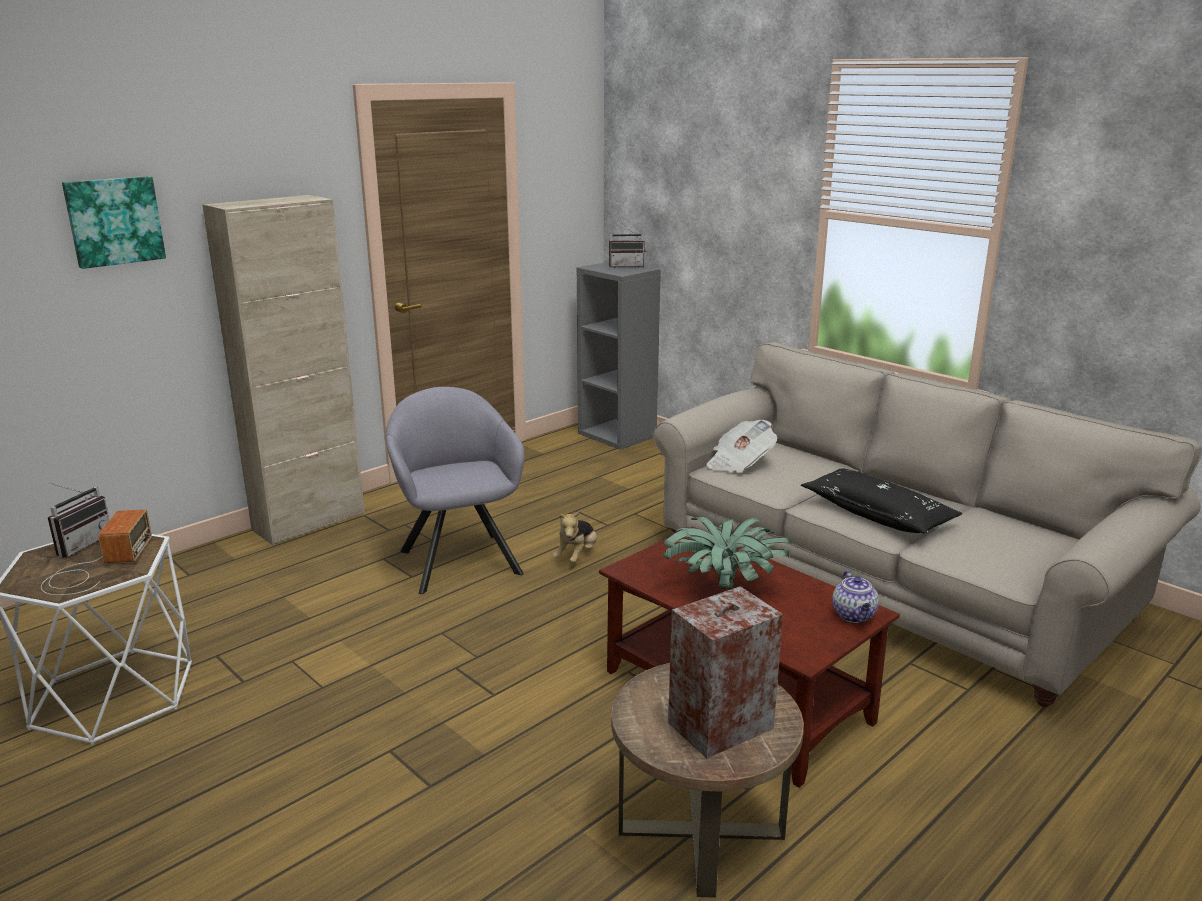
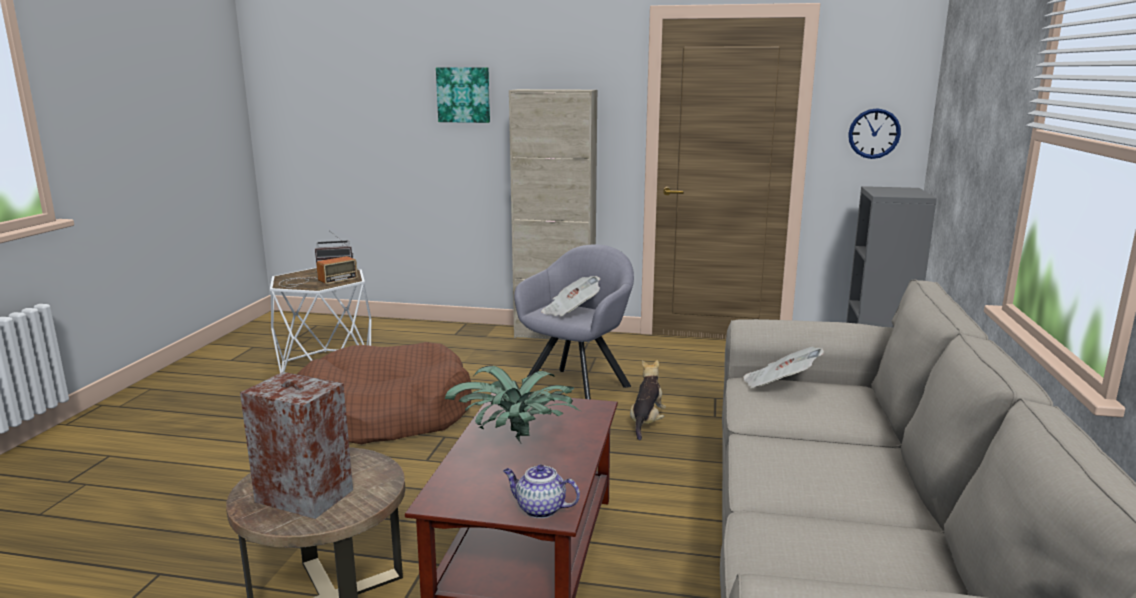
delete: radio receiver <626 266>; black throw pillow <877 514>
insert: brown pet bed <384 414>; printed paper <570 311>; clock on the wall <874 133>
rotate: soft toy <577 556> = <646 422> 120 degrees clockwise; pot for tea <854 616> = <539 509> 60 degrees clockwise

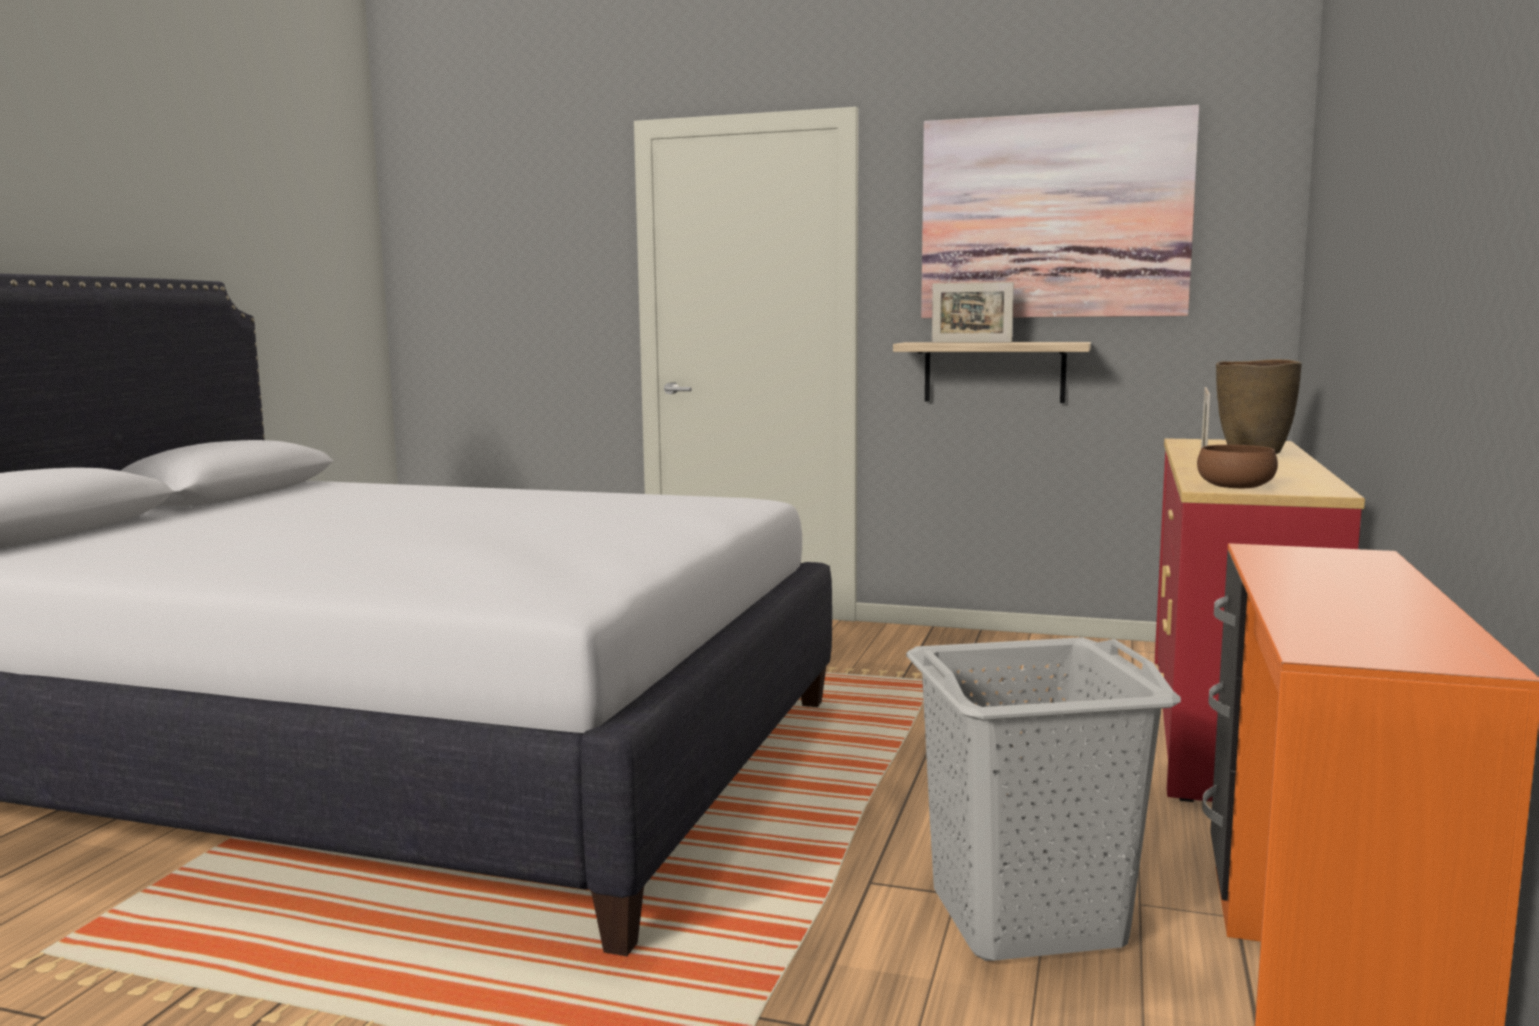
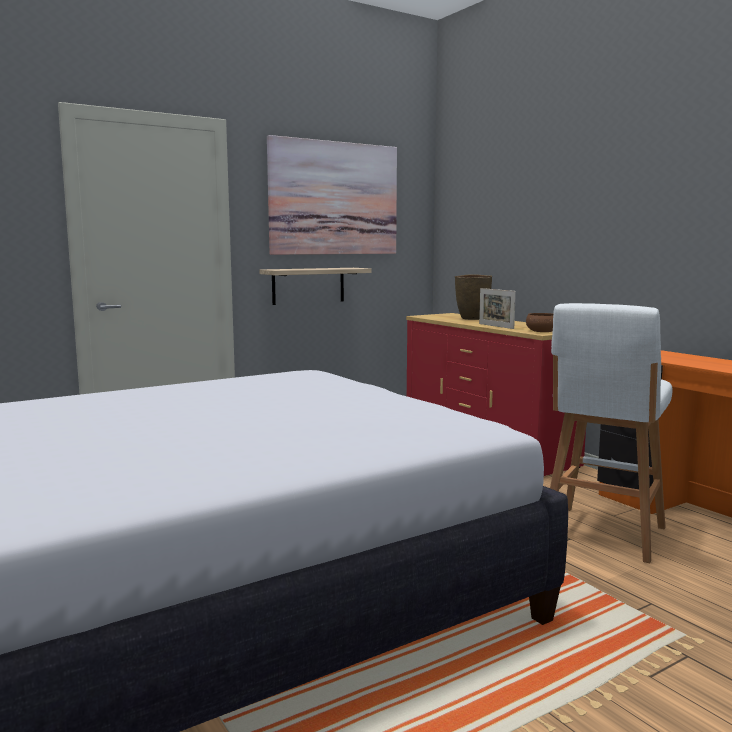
delete: standing frame <971 342>
replace: greyish laundry basket <1024 916> to white-coloured stool <602 535>

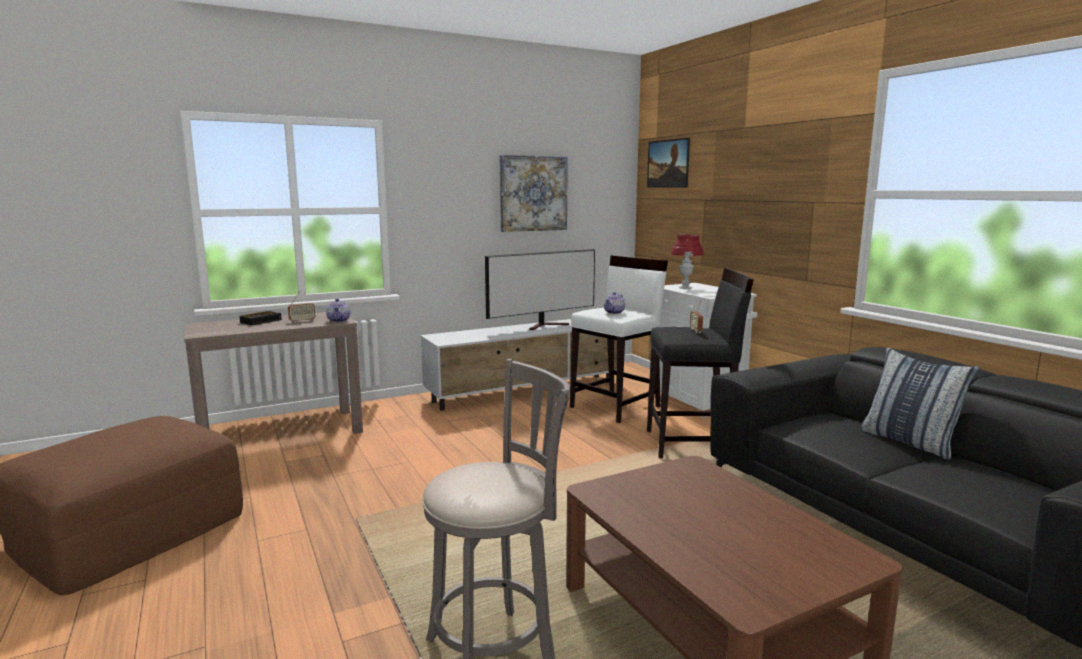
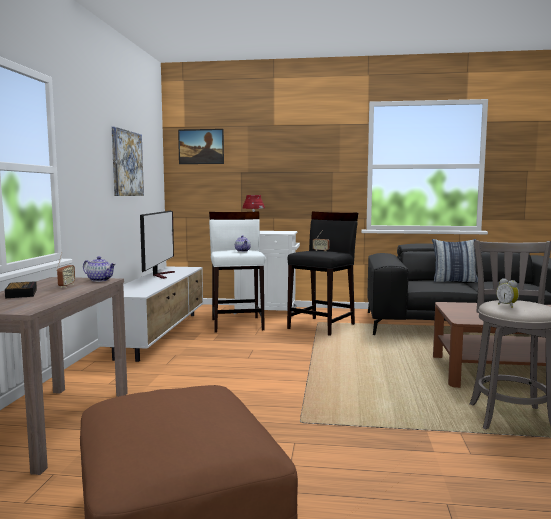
insert: alarm clock <507 306>

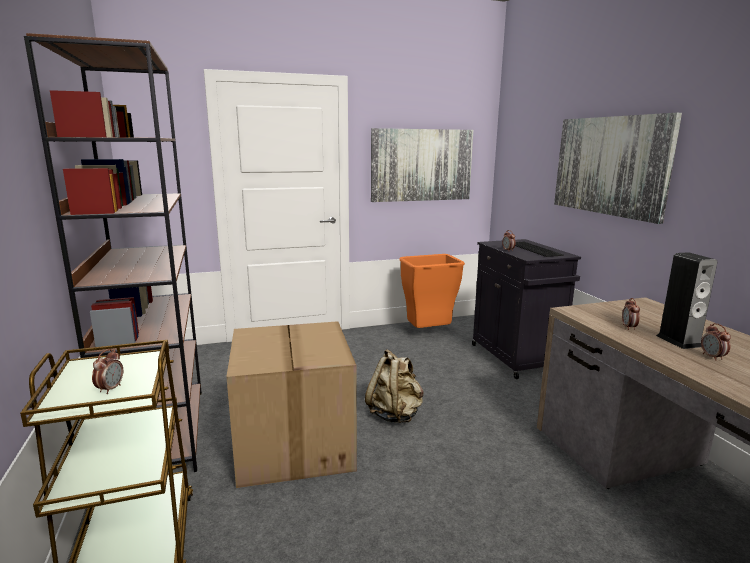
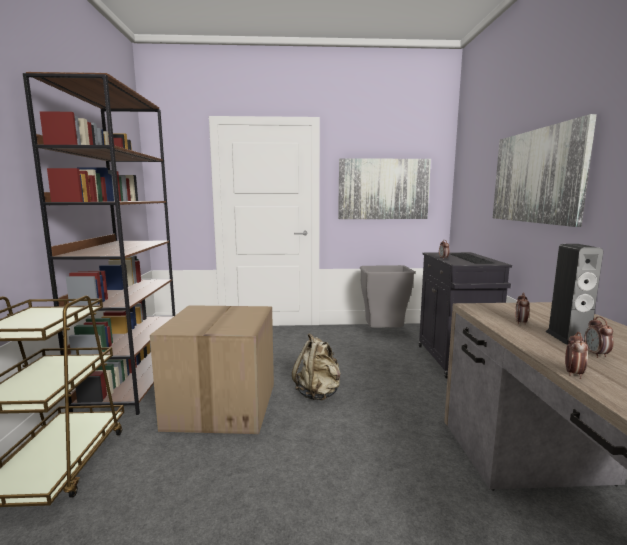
move: alarm clock <110 389> to <573 374>
recolor: orange-coloured trash can <428 333> to greyish trash can <384 333>

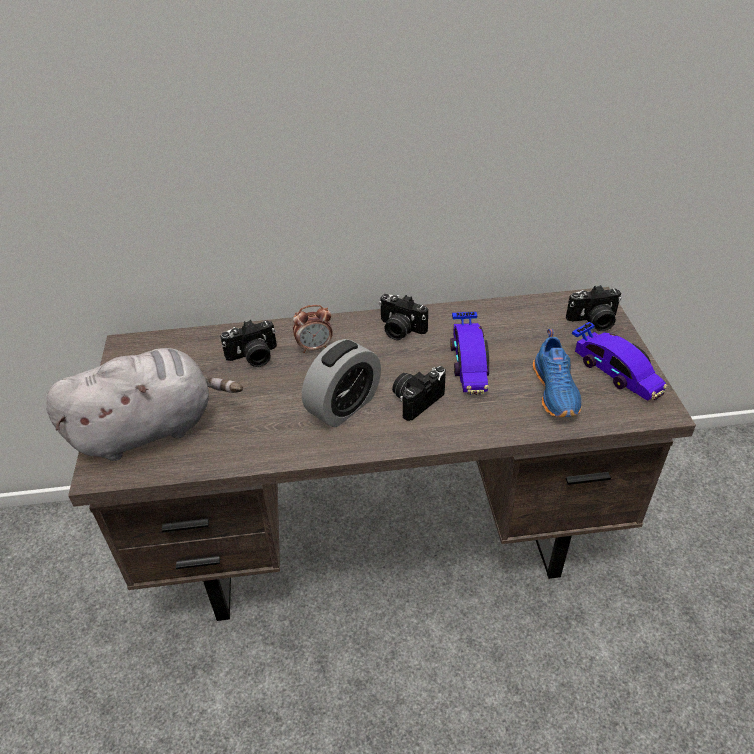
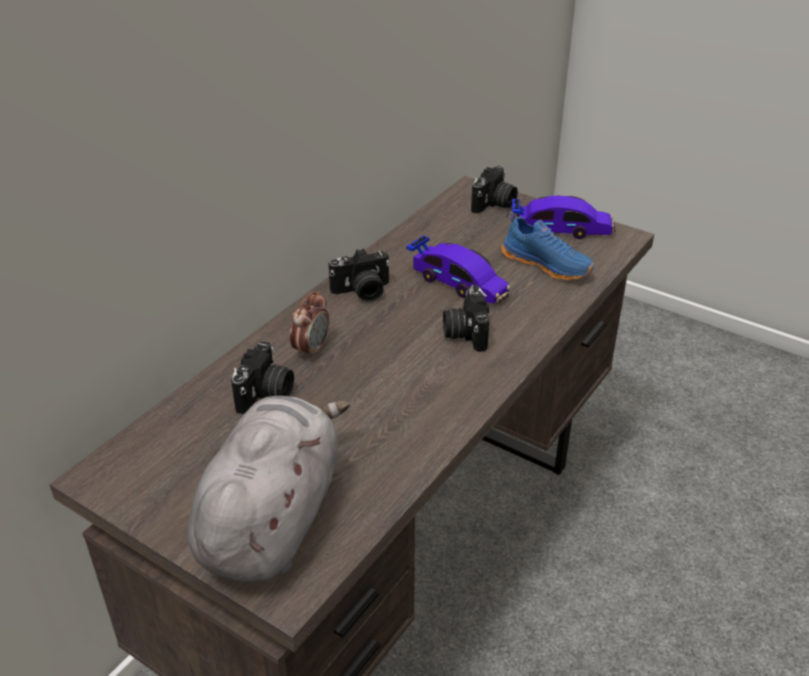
delete: alarm clock <344 406>

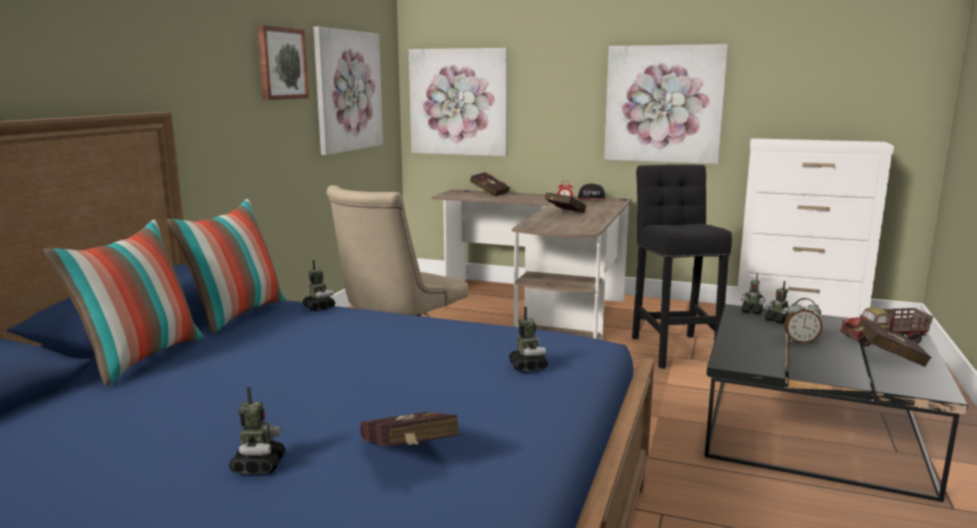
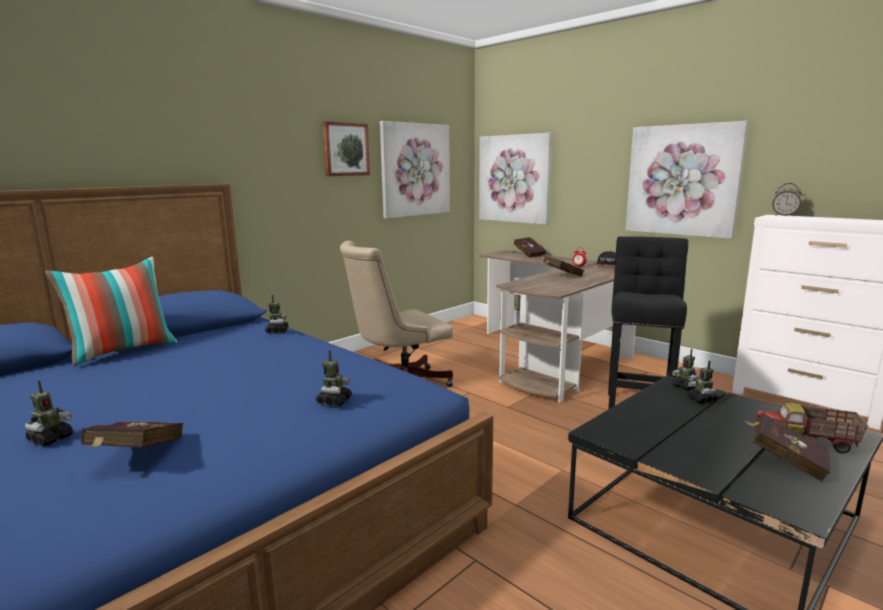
delete: throw pillow <237 315>
move: alarm clock <800 341> to <784 215>

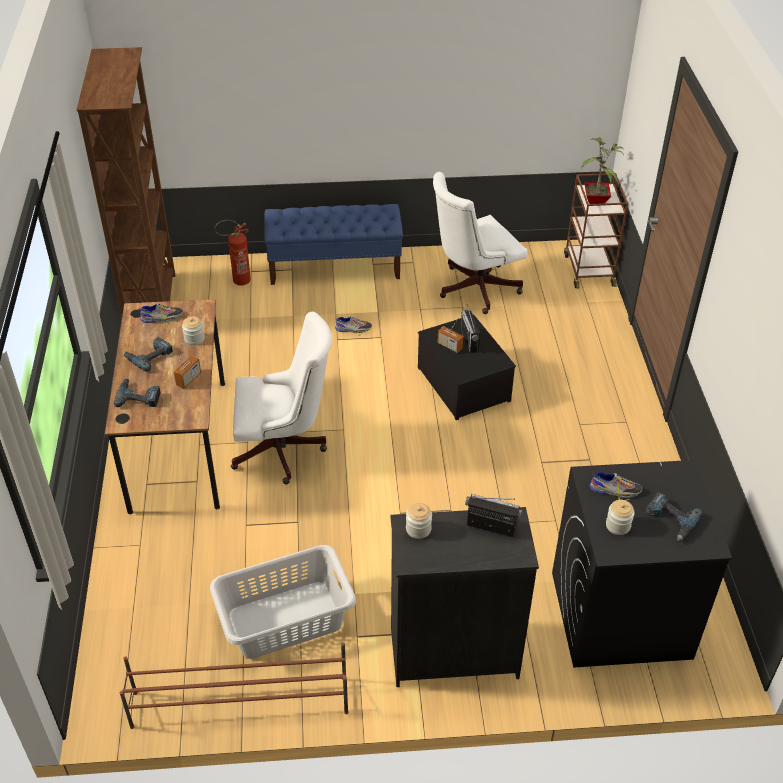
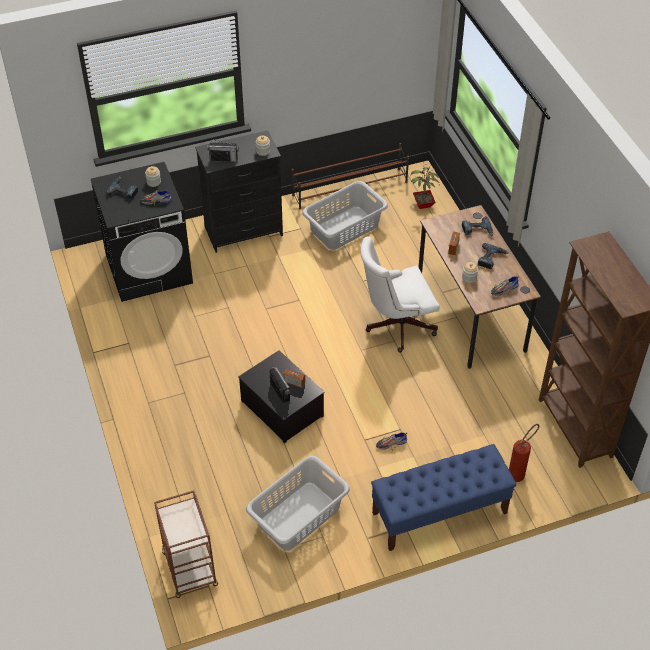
move: plant in a pot <597 200> to <422 205>
replace: white-coloured office chair <473 288> to greyish laundry basket <299 516>

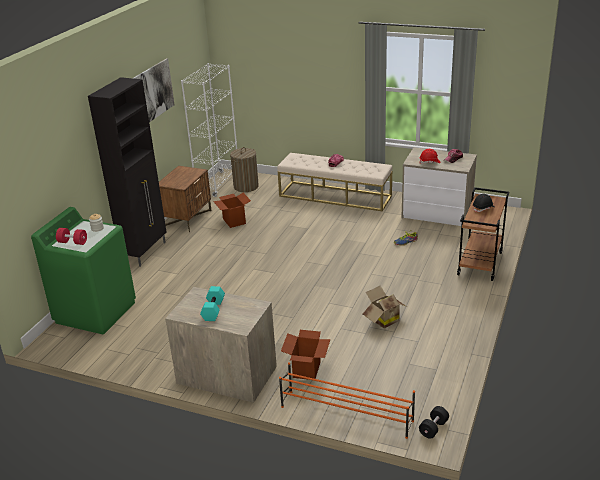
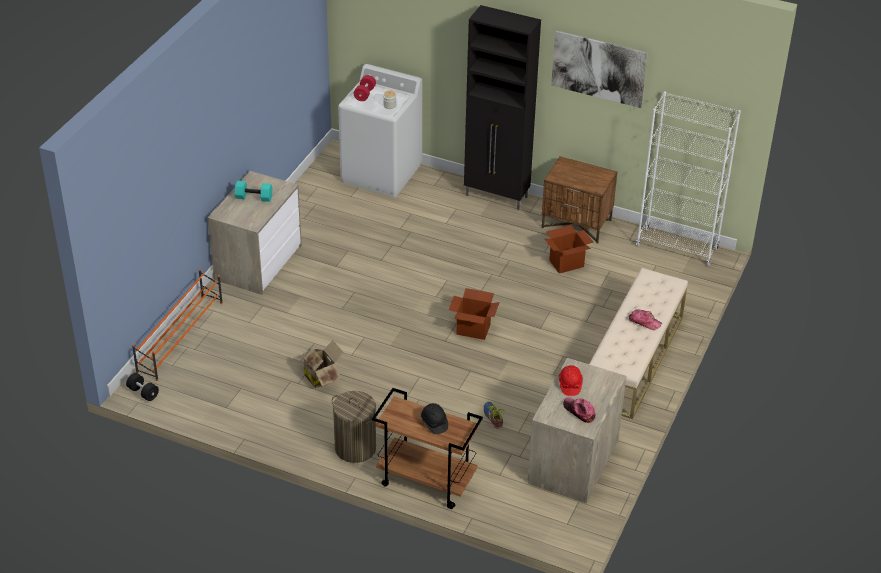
move: laundry basket <246 186> to <355 448>; carton <306 369> to <473 329>
recolor: green laundry machine <96 312> to white-coloured laundry machine <382 174>

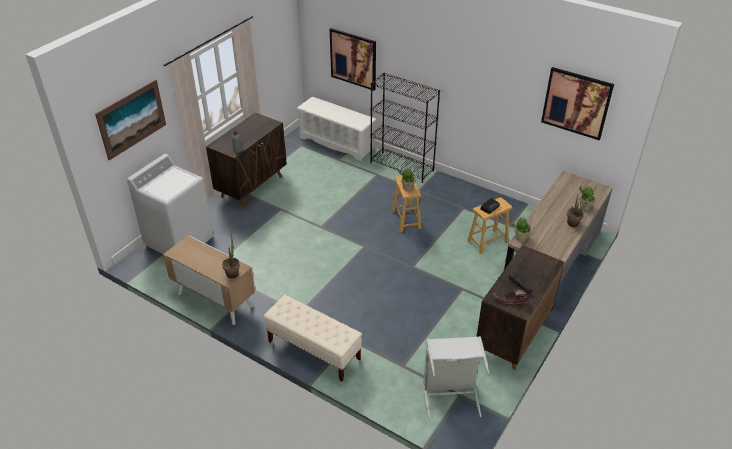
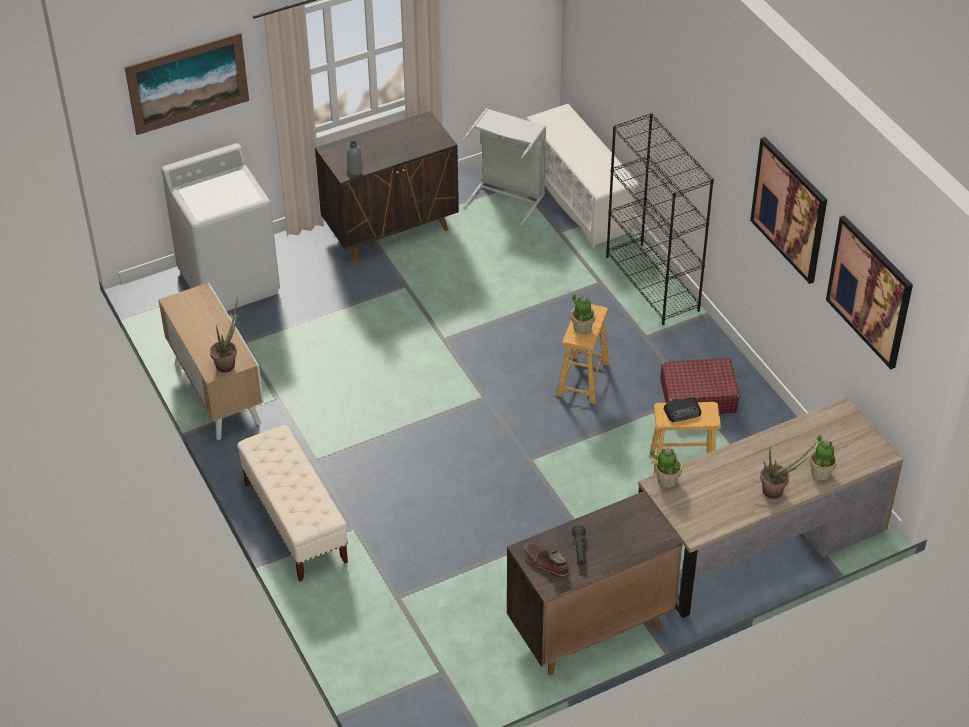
insert: reddish suitcase <698 396>
move: picture <353 59> to <789 209>; greyish laundry basket <450 395> to <507 196>

